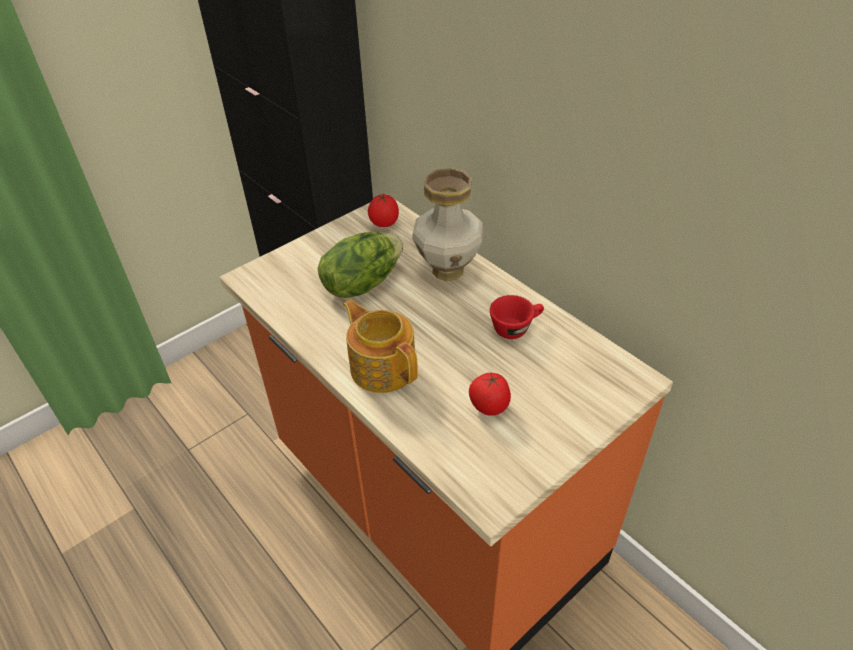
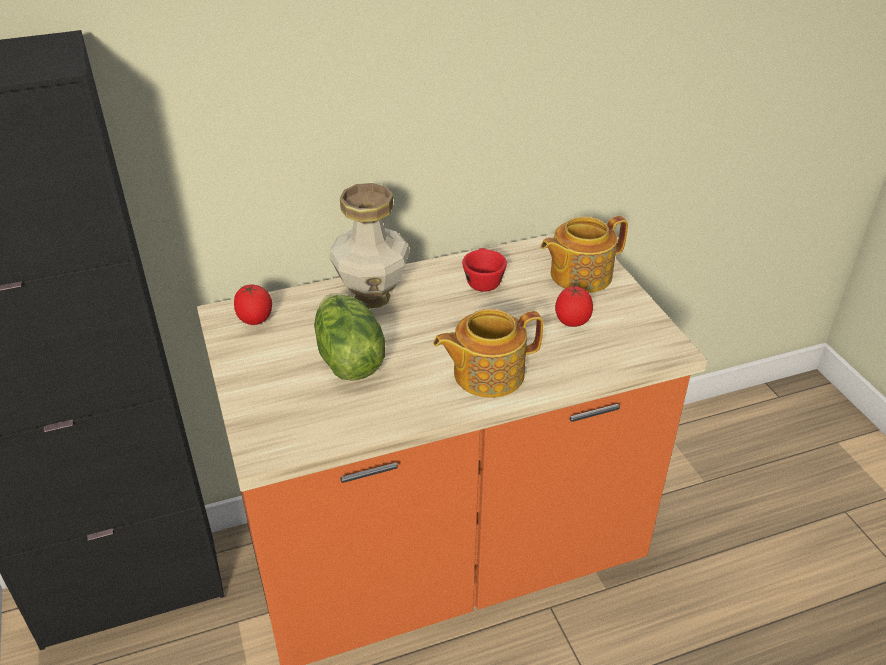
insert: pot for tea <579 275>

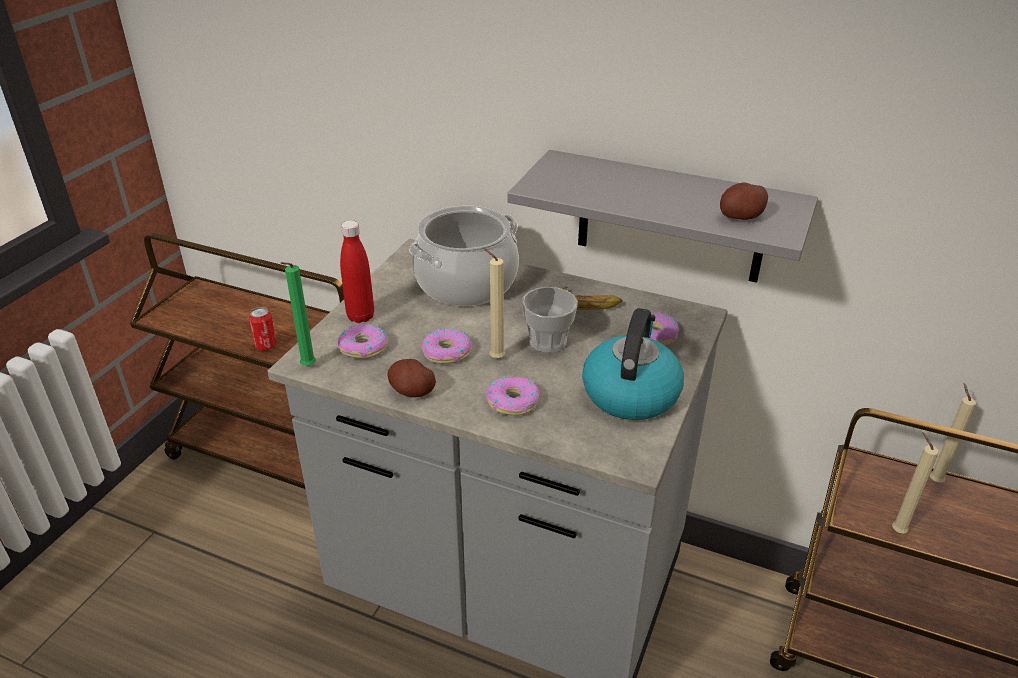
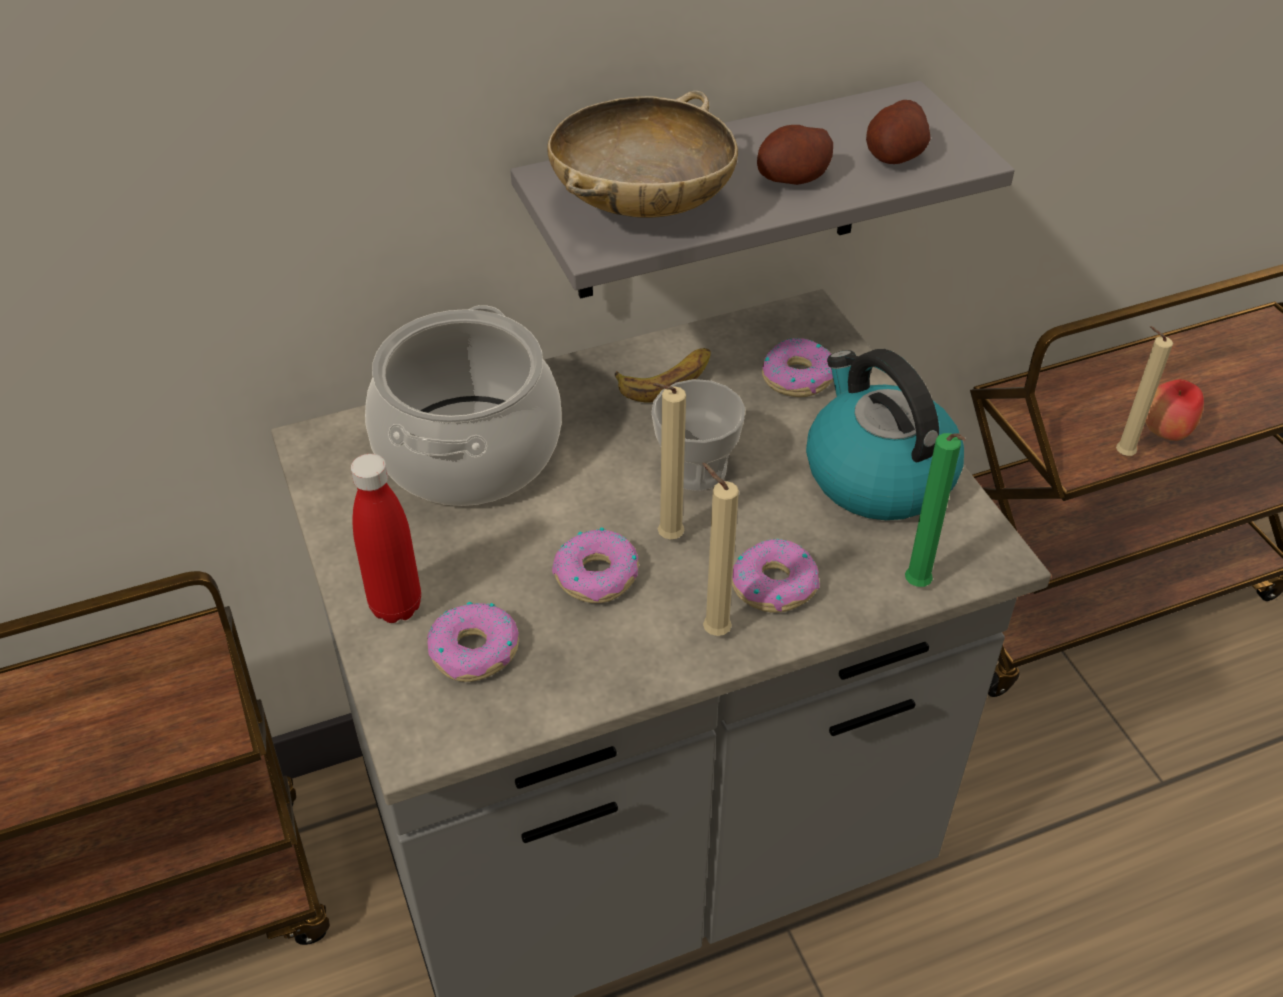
delete: sealed can <266 346>
insert: sand-coloured serving bowl <641 204>; apple fruit <1165 433>
move: green wax light <306 367> to <918 587>; potato <412 391> to <793 178>; sand-coloured wax light <933 479> to <712 630>

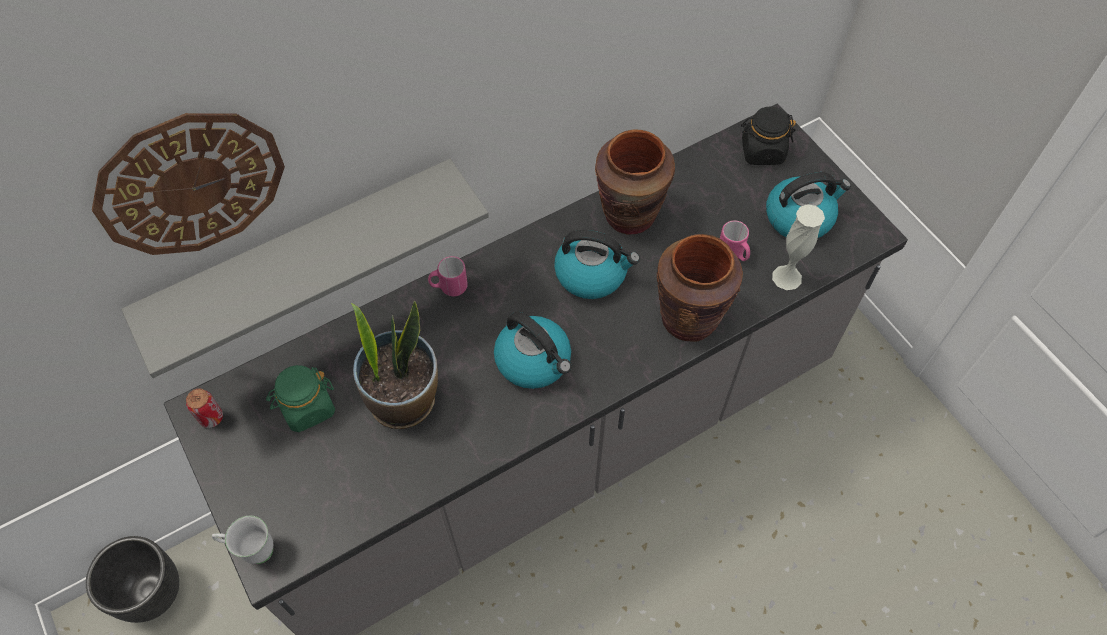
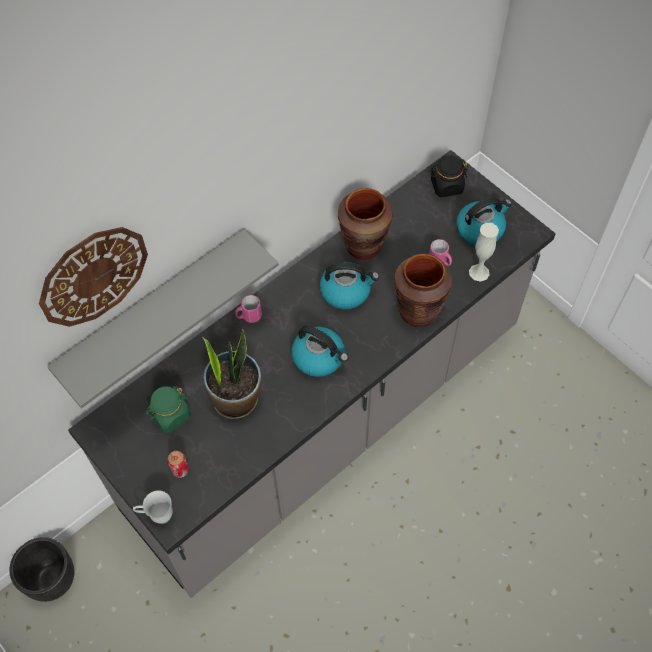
move: sealed can <211 417> to <180 470>

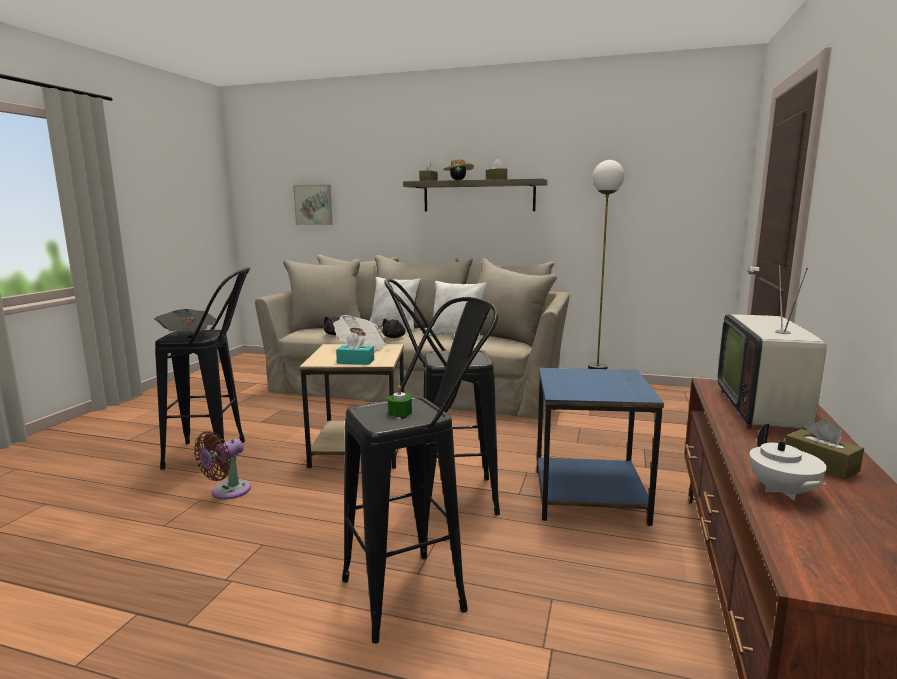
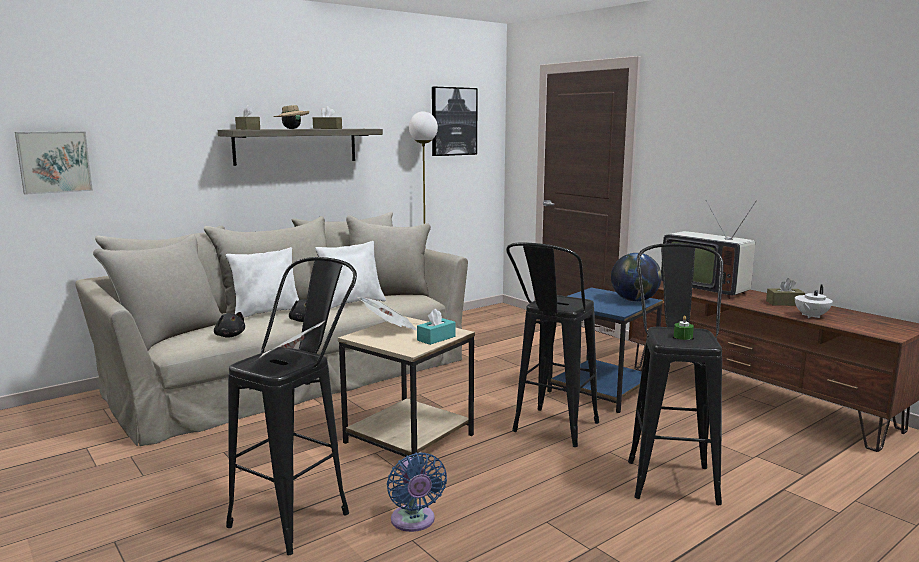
insert: picture <453 121>; globe <634 300>
recolor: brown cooling fan <227 492> to blue cooling fan <414 522>
rotate: white-coloured pot for tea <782 492> = <810 316> 105 degrees clockwise

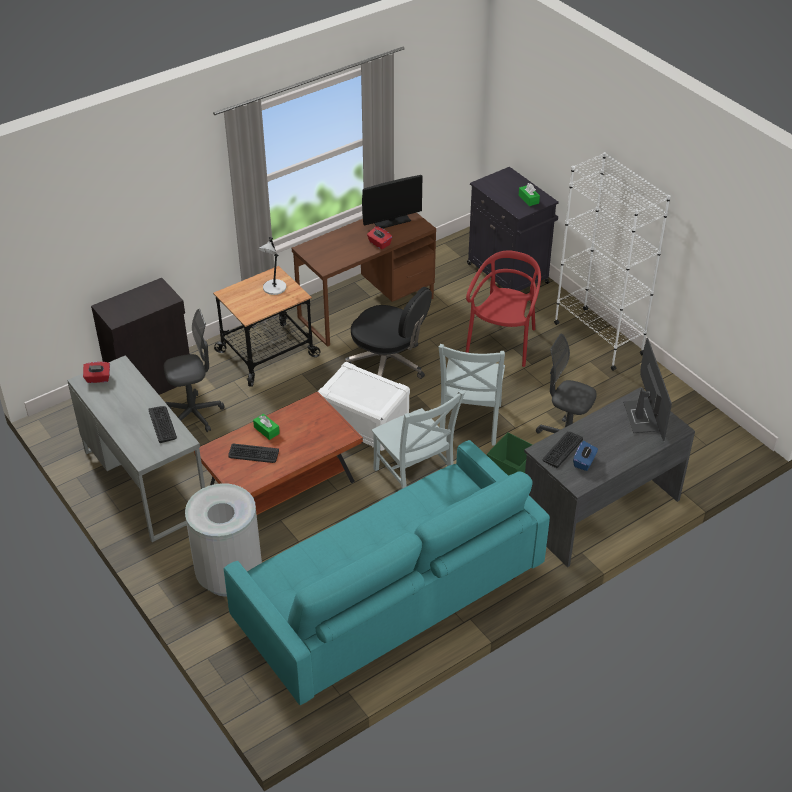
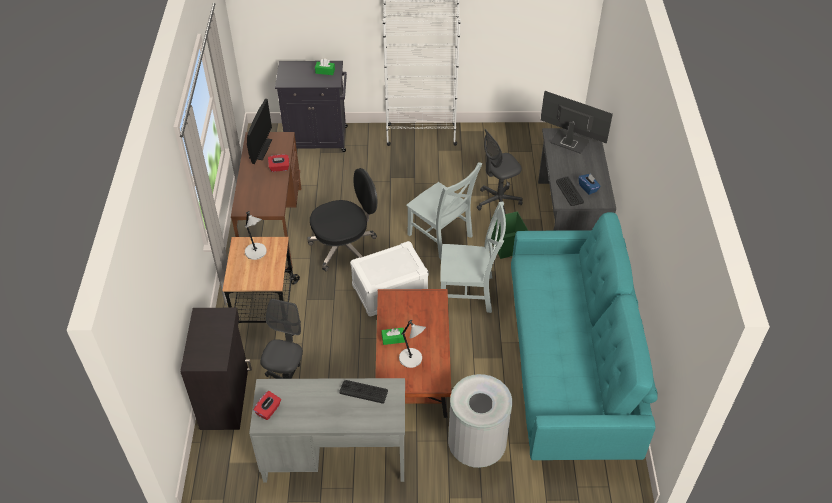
delete: reddish chair <503 342>
replace: keyboard <253 454> to greyish table lamp <411 359>

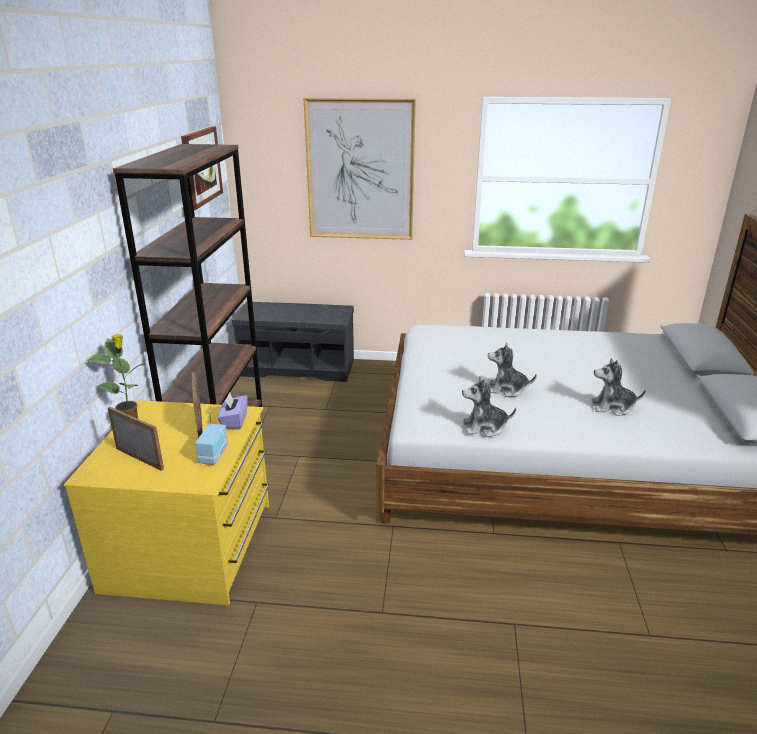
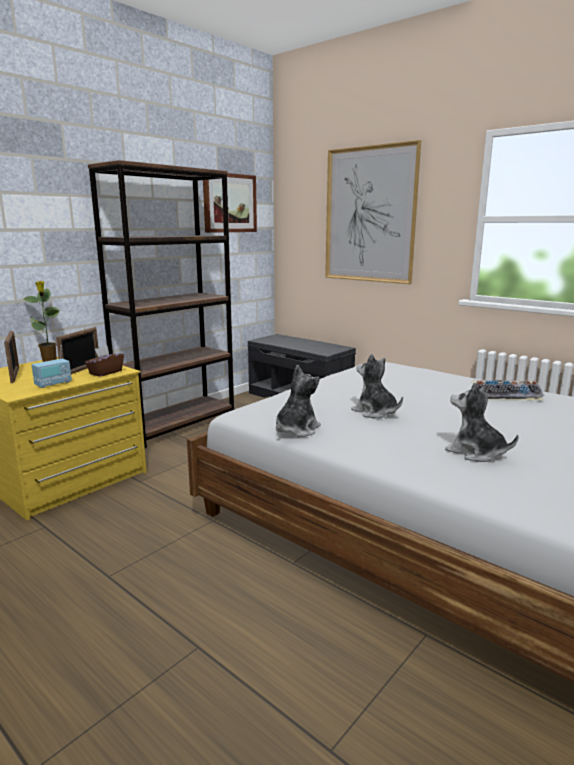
insert: keyboard <506 396>
recolor: purple tissue box <234 421> to brown tissue box <105 372>
rotate: soft toy <484 428> = <296 430> 90 degrees clockwise

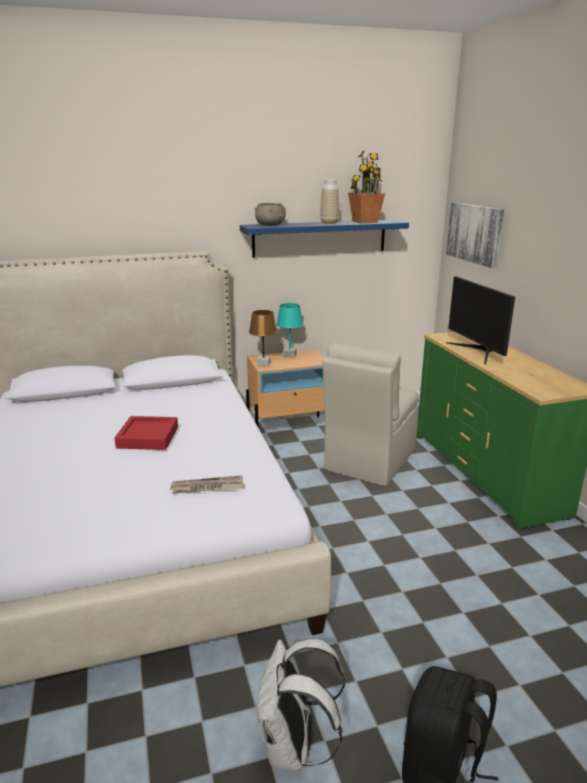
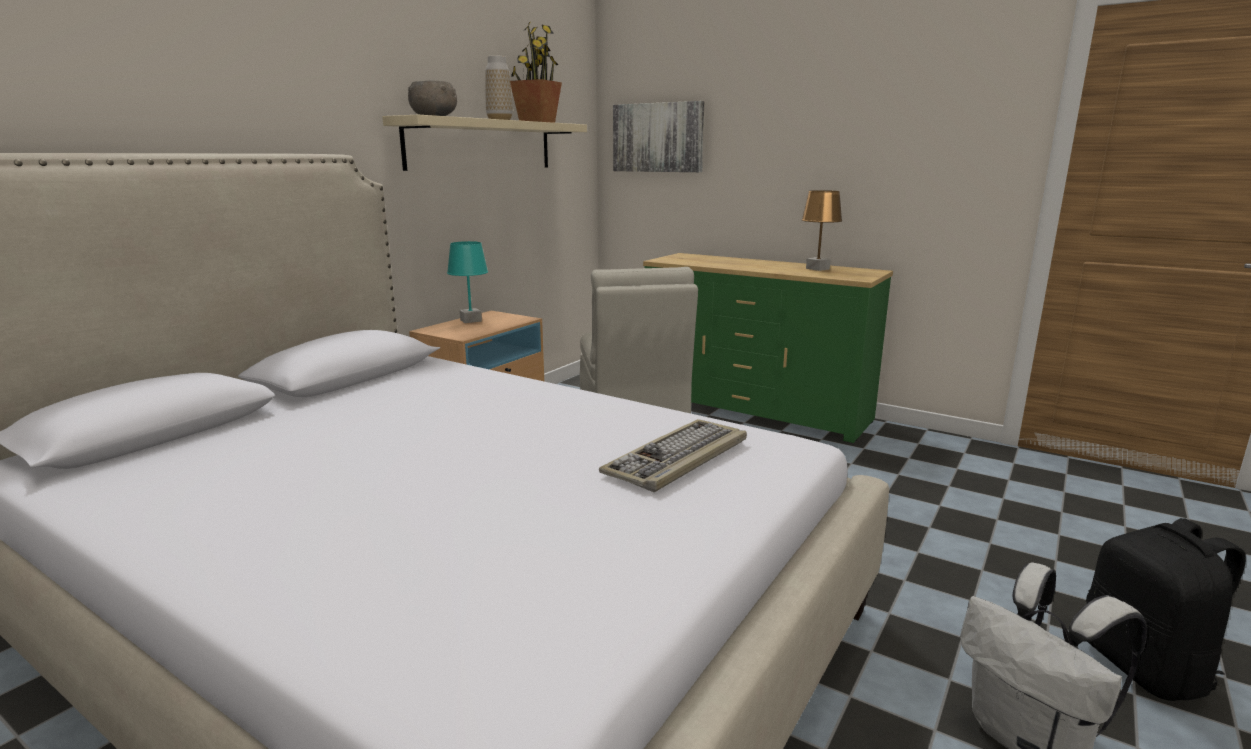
delete: reddish serving tray <148 437>; computer display <477 351>
move: brown table lamp <263 364> to <818 269>
replace: printed paper <207 487> to keyboard <678 459>
recolor: blue bracket shelf <320 238> to sand-coloured bracket shelf <481 145>

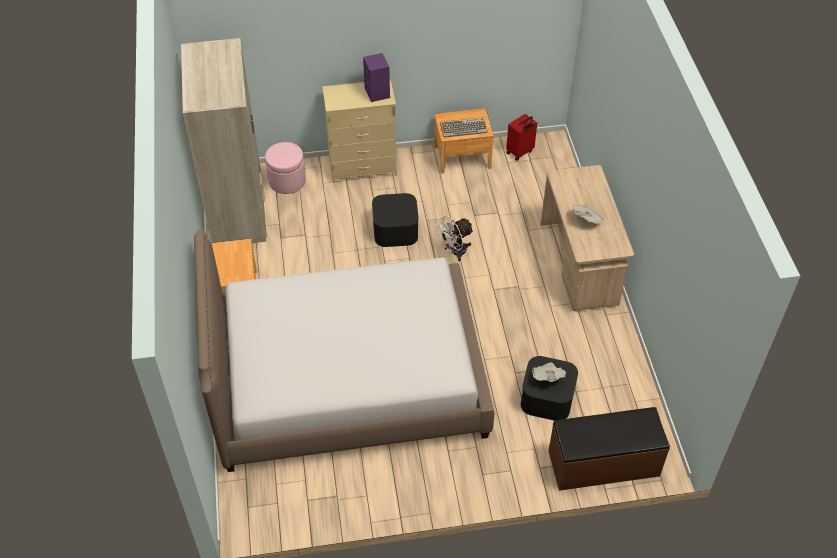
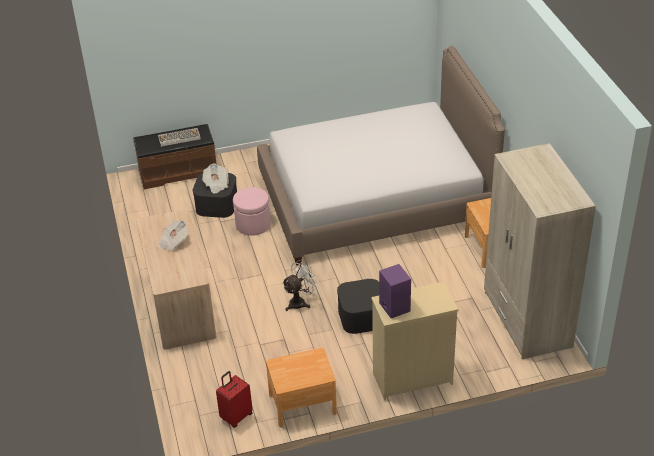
move: pinkish pouffe <287 181> to <253 224>; keyboard <464 128> to <178 138>

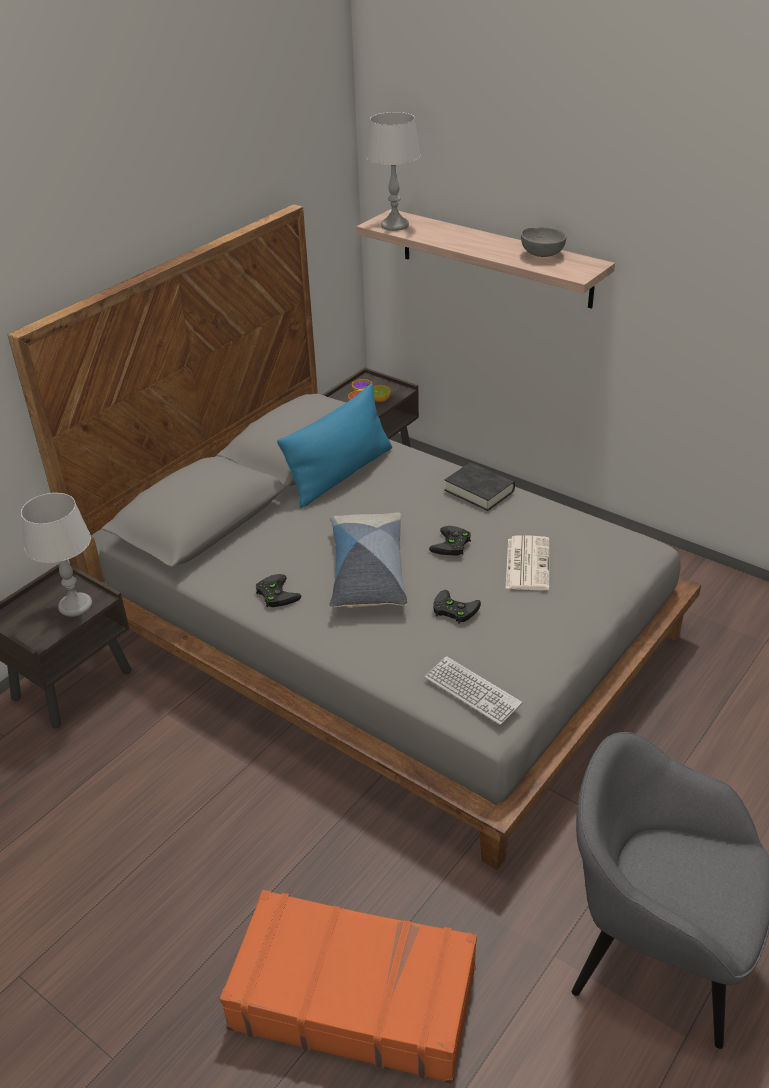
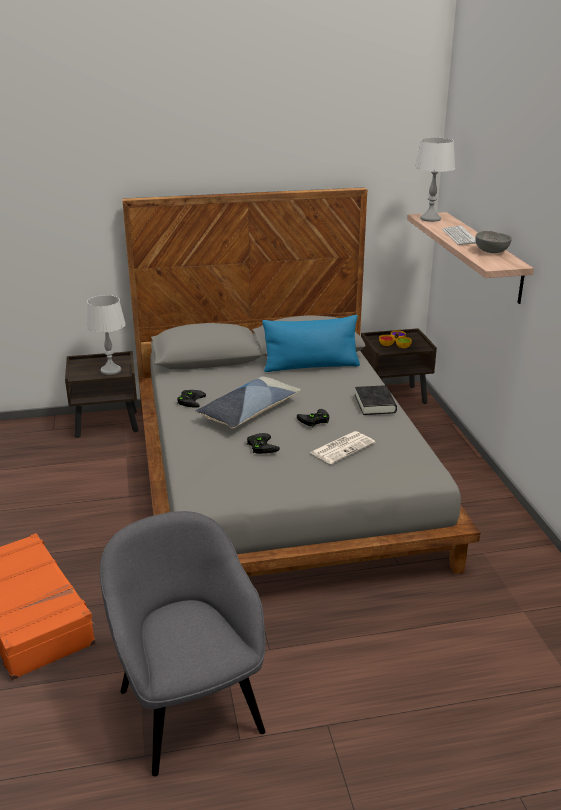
move: keyboard <472 691> to <459 236>

